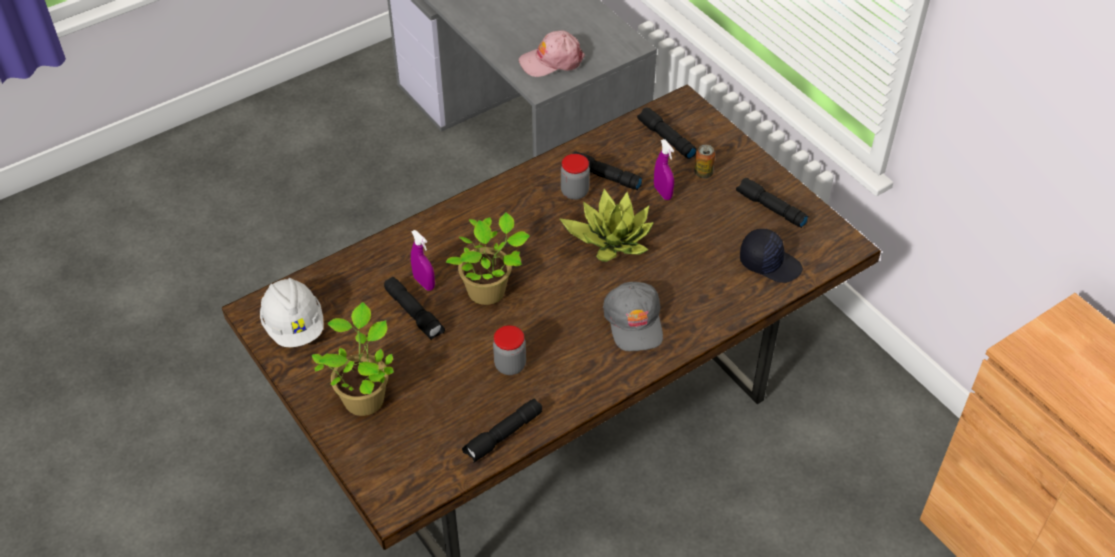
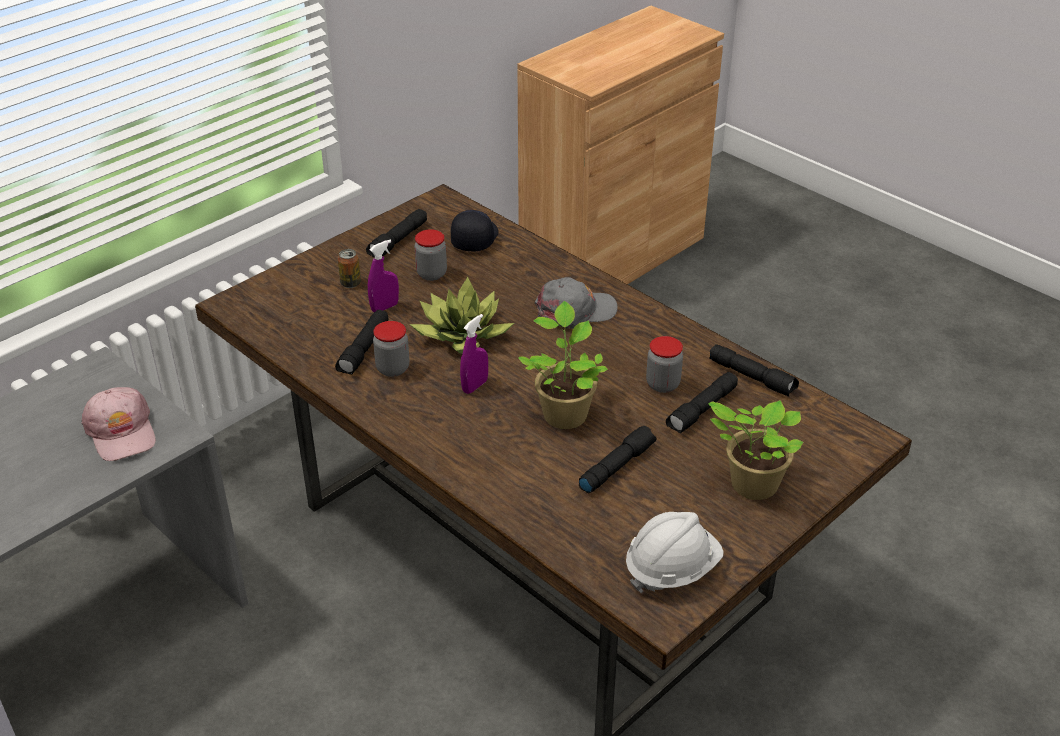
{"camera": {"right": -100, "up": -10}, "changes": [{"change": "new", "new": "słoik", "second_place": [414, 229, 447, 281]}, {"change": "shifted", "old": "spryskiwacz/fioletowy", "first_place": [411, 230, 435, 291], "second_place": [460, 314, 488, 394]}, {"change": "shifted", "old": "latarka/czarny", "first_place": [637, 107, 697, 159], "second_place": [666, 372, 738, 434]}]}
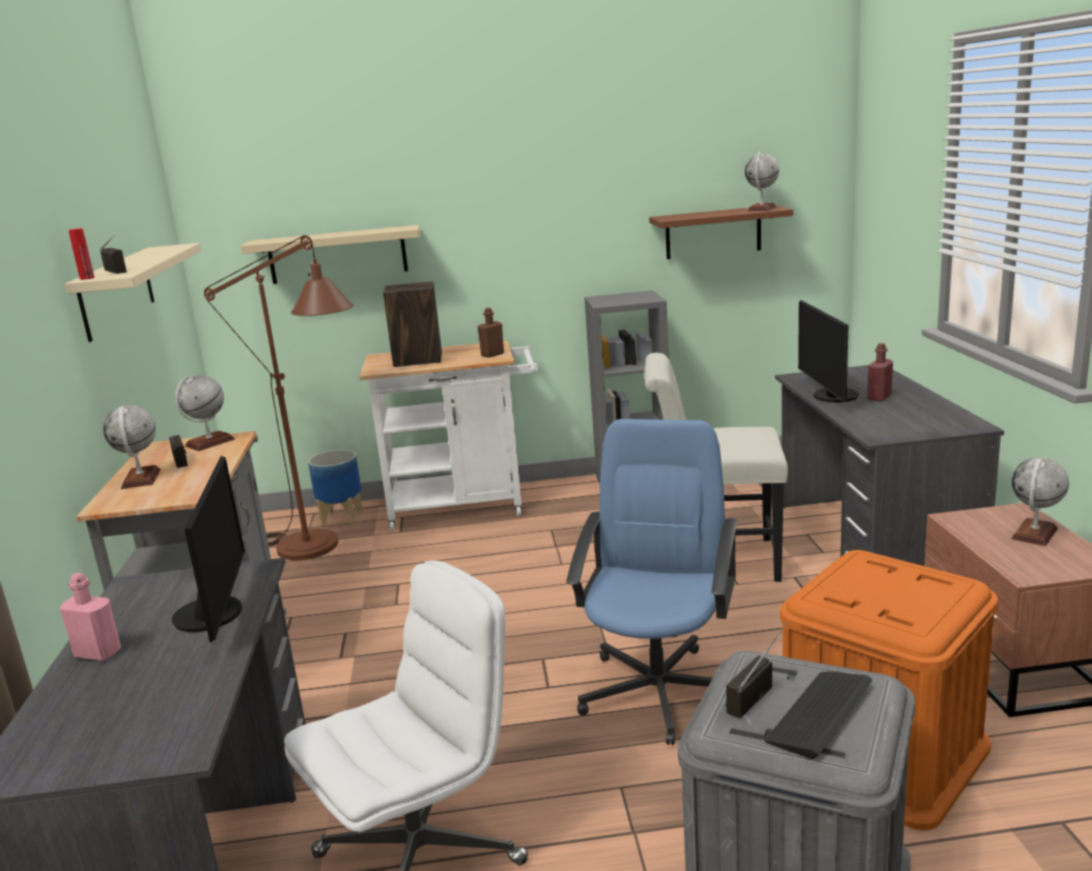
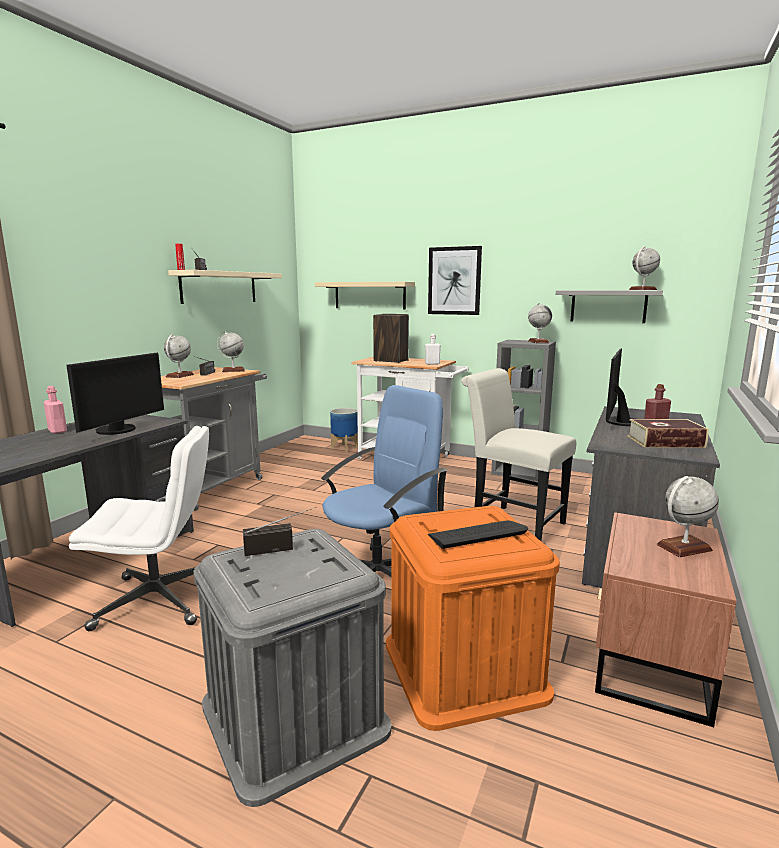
{"camera": {"right": 30, "up": -5}, "changes": [{"change": "gone", "old": "lampa stojąca/brązowy", "first_place": [204, 235, 354, 560]}, {"change": "new", "new": "obraz", "second_place": [428, 246, 482, 315]}, {"change": "new", "new": "globus", "second_place": [528, 303, 552, 343]}, {"change": "new", "new": "książka", "second_place": [628, 419, 709, 448]}, {"change": "shifted", "old": "klawiatura", "first_place": [765, 671, 872, 759], "second_place": [428, 521, 528, 549]}, {"change": "repainted", "old": "butelka/brązowy", "new": "butelka/biały", "first_place": [477, 308, 504, 358], "second_place": [425, 334, 441, 365]}, {"change": "repainted", "old": "półka/brązowy", "new": "półka/szary", "first_place": [649, 205, 793, 259], "second_place": [556, 290, 663, 323]}]}
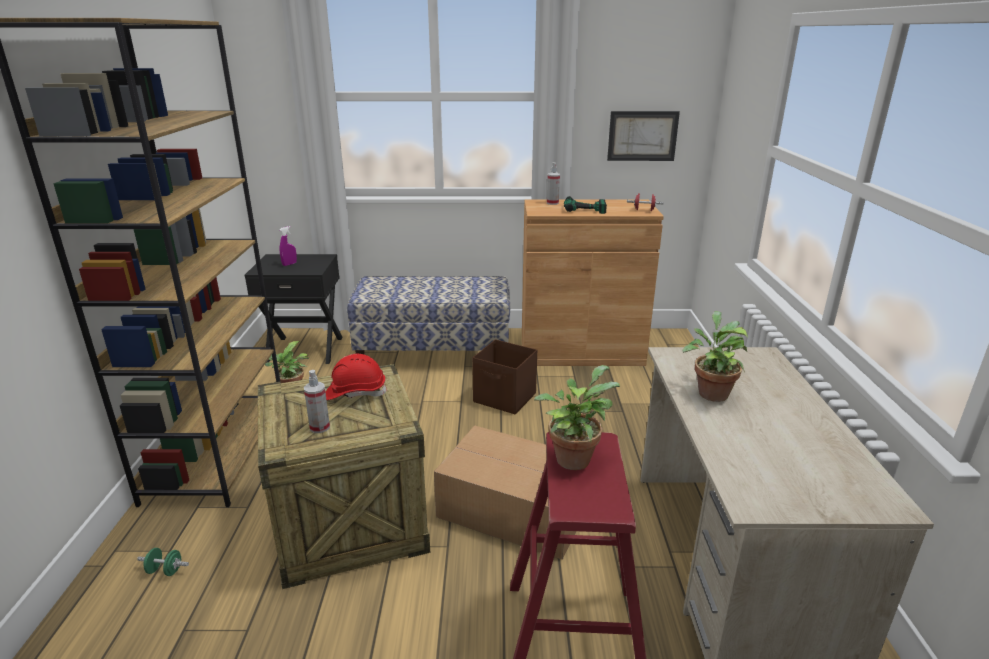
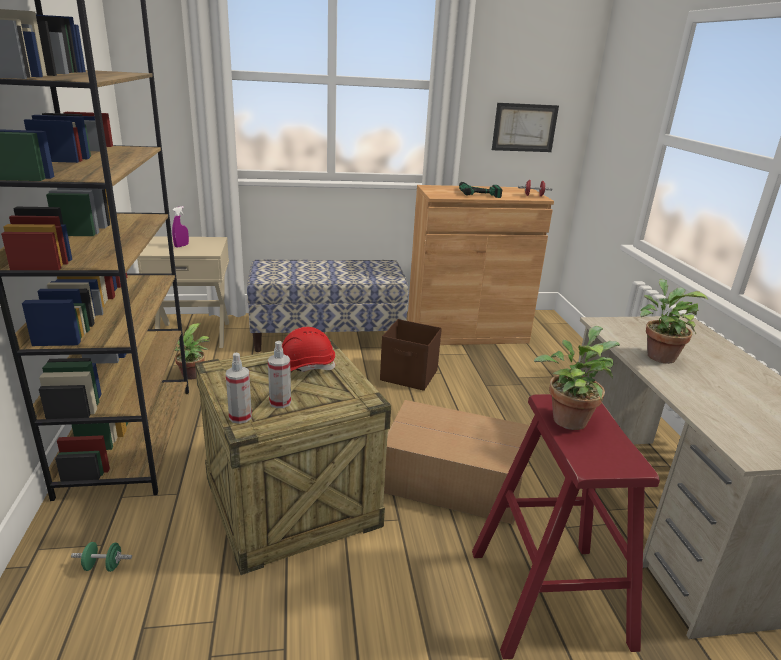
{"camera": {"right": -10, "up": 0}, "changes": [{"change": "shifted", "old": "spryskiwacz", "first_place": [547, 163, 560, 205], "second_place": [226, 353, 252, 424]}, {"change": "repainted", "old": "szafka nocna/czarny", "new": "szafka nocna/beżowy", "first_place": [245, 254, 342, 364], "second_place": [137, 236, 229, 348]}]}
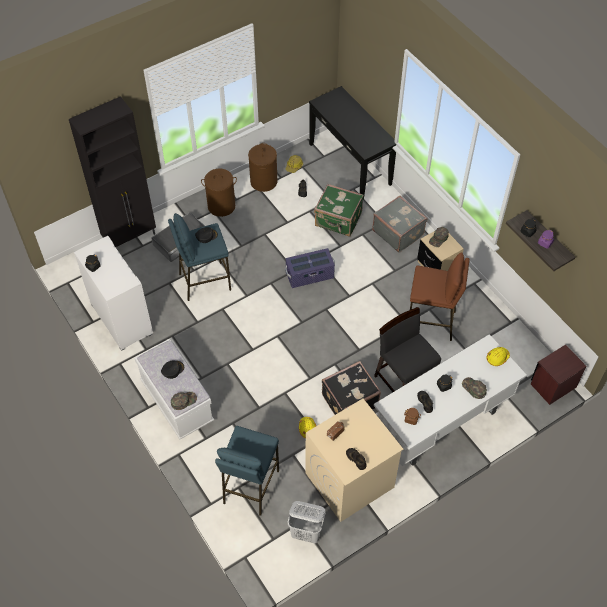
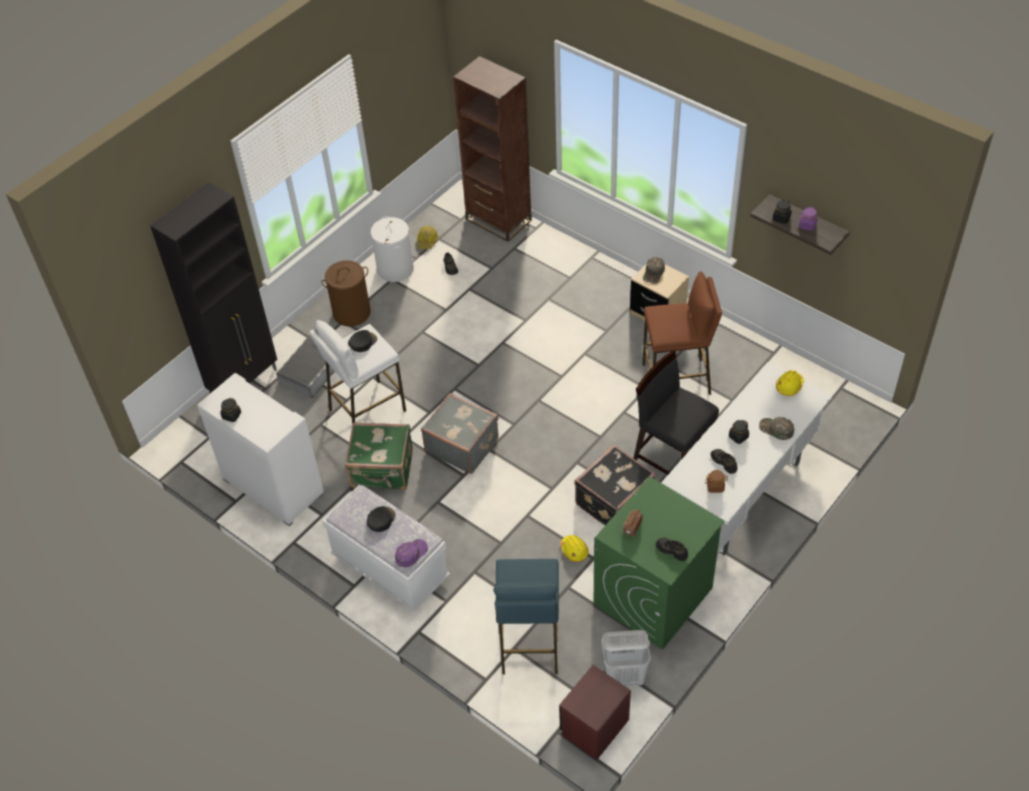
{"camera": {"right": -15, "up": -5}, "changes": [{"change": "gone", "old": "pojemnik do przechowywania/fioletowy", "first_place": [285, 248, 335, 288]}, {"change": "shifted", "old": "walizka/zielony", "first_place": [314, 184, 364, 237], "second_place": [345, 423, 413, 490]}, {"change": "shifted", "old": "walizka/szary", "first_place": [372, 195, 427, 253], "second_place": [421, 393, 499, 474]}, {"change": "shifted", "old": "szafka nocna/brązowy", "first_place": [531, 344, 587, 405], "second_place": [559, 665, 631, 760]}, {"change": "swapped", "old": "stolik konsolowy/czarny", "new": "regał/brązowy", "first_place": [309, 86, 396, 200], "second_place": [453, 56, 532, 242]}, {"change": "repainted", "old": "stołek/niebieski", "new": "stołek/biały", "first_place": [168, 213, 231, 301], "second_place": [309, 320, 406, 424]}, {"change": "repainted", "old": "czapka z daszkiem/zielony", "new": "czapka z daszkiem/fioletowy", "first_place": [171, 392, 197, 410], "second_place": [395, 539, 428, 567]}, {"change": "repainted", "old": "kosz na pranie/brązowy", "new": "kosz na pranie/biały", "first_place": [248, 143, 278, 192], "second_place": [371, 216, 414, 282]}, {"change": "repainted", "old": "pralka/beżowy", "new": "pralka/zielony", "first_place": [305, 399, 403, 522], "second_place": [594, 476, 725, 650]}]}
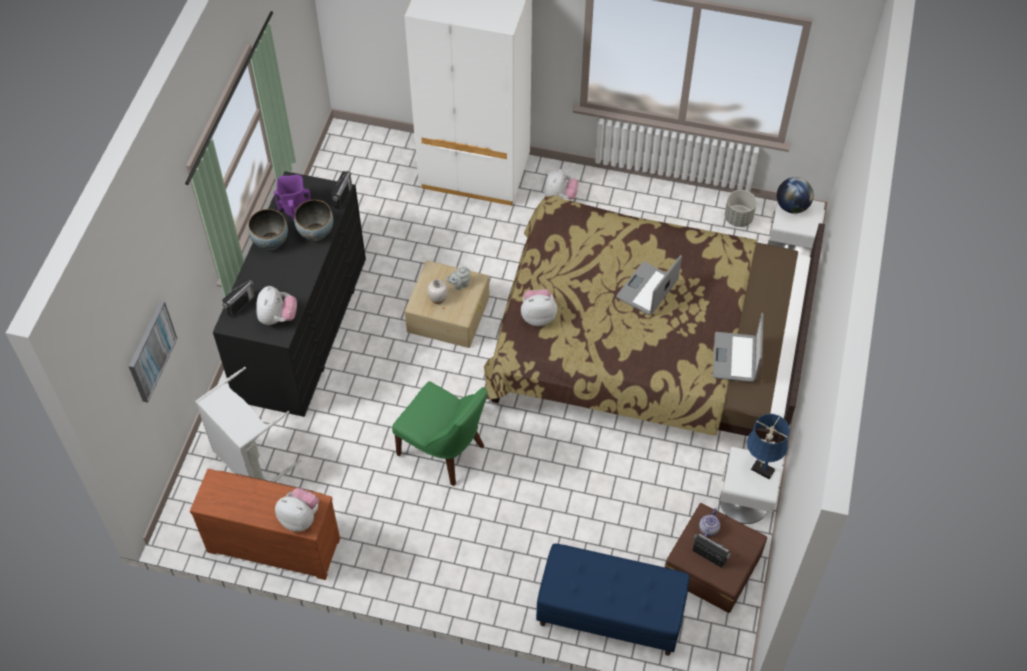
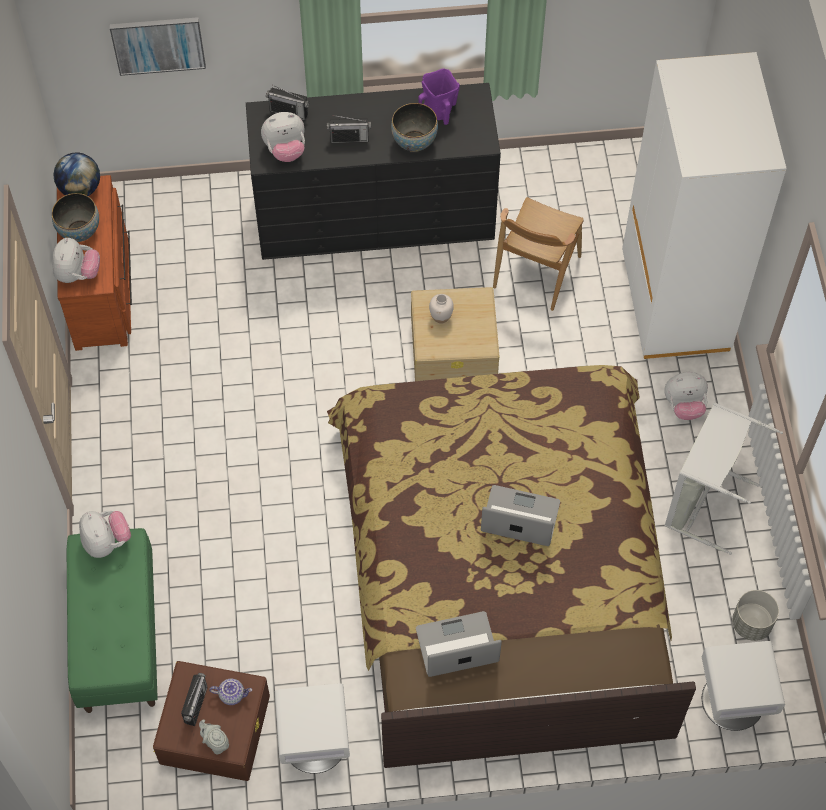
{"camera": {"right": 70, "up": 5}, "changes": [{"change": "gone", "old": "krzesło/zielony", "first_place": [392, 381, 488, 486]}, {"change": "gone", "old": "lampa stołowa/niebieski", "first_place": [747, 414, 790, 479]}, {"change": "new", "new": "krzesło/brązowy", "second_place": [493, 197, 584, 311]}, {"change": "shifted", "old": "kosz na pranie/szary", "first_place": [195, 367, 302, 482], "second_place": [665, 402, 783, 555]}, {"change": "shifted", "old": "miska", "first_place": [248, 209, 288, 250], "second_place": [52, 193, 99, 242]}, {"change": "shifted", "old": "radio", "first_place": [331, 171, 352, 210], "second_place": [327, 115, 371, 143]}, {"change": "shifted", "old": "imbryk/szary", "first_place": [446, 267, 470, 290], "second_place": [199, 720, 229, 755]}, {"change": "shifted", "old": "pluszak", "first_place": [521, 289, 557, 326], "second_place": [79, 511, 131, 558]}, {"change": "shifted", "old": "globus", "first_place": [777, 177, 814, 214], "second_place": [54, 153, 100, 196]}, {"change": "repainted", "old": "ławka/niebieski", "new": "ławka/zielony", "first_place": [536, 544, 690, 656], "second_place": [67, 528, 158, 713]}]}
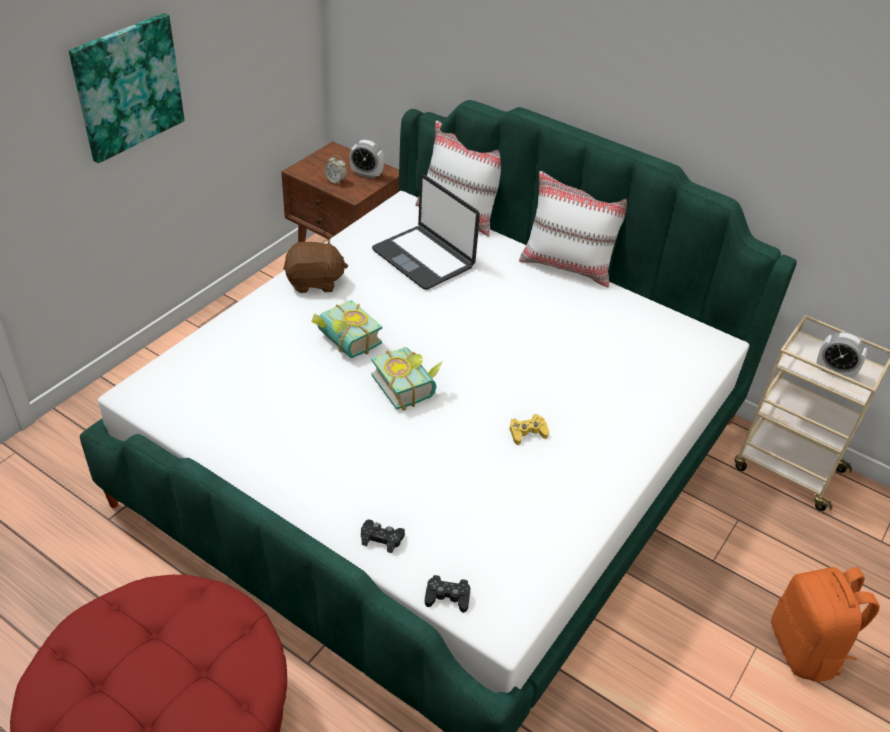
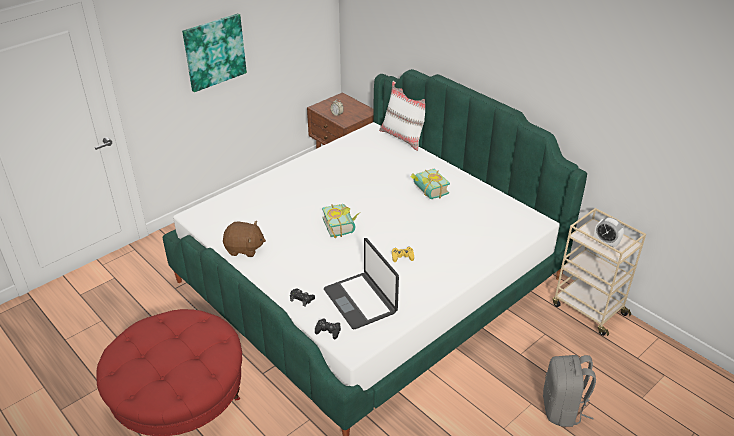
{"camera": {"right": 15, "up": -5}, "changes": [{"change": "gone", "old": "budzik", "first_place": [349, 140, 384, 179]}, {"change": "gone", "old": "poduszka/biały", "first_place": [519, 171, 627, 288]}, {"change": "shifted", "old": "pluszak/brązowy", "first_place": [283, 239, 348, 293], "second_place": [223, 221, 266, 257]}, {"change": "shifted", "old": "książka", "first_place": [311, 300, 382, 358], "second_place": [411, 169, 450, 199]}, {"change": "shifted", "old": "laptop", "first_place": [372, 175, 480, 290], "second_place": [324, 238, 399, 329]}, {"change": "repainted", "old": "plecak/pomarańczowy", "new": "plecak/szary", "first_place": [771, 567, 880, 682], "second_place": [543, 355, 596, 427]}]}
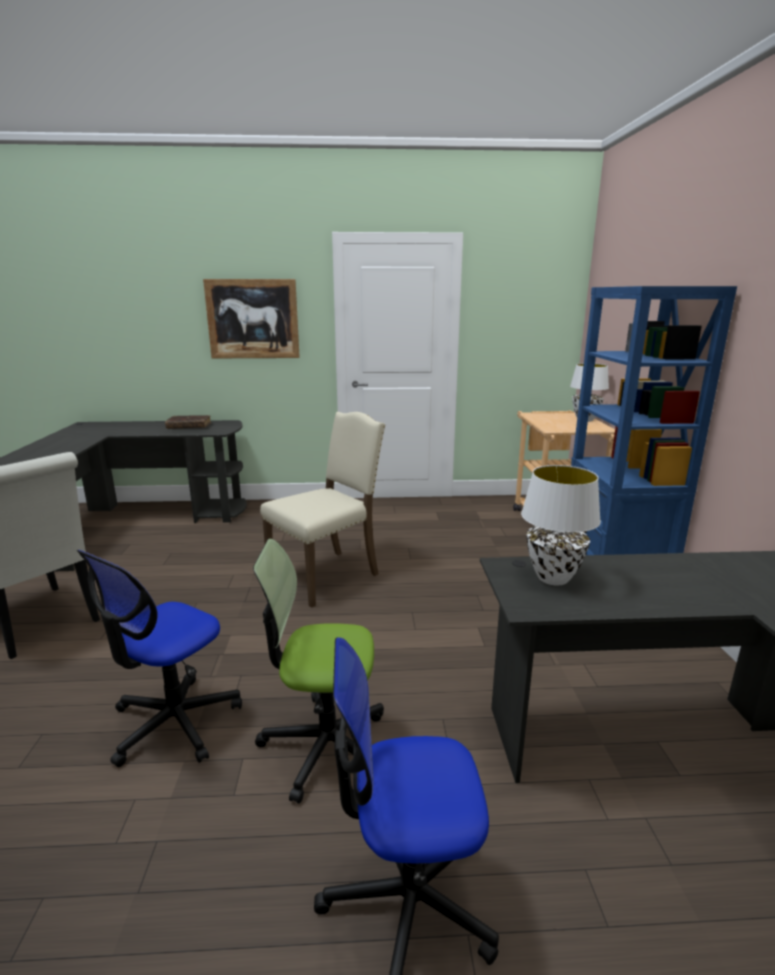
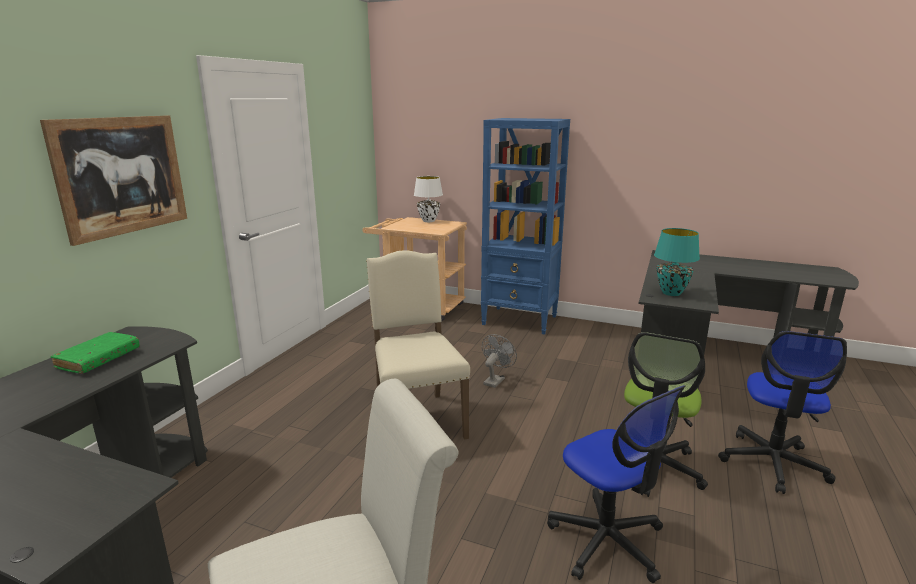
{"camera": {"right": -65, "up": 0}, "changes": [{"change": "new", "new": "wentylator/szary", "second_place": [482, 334, 517, 388]}, {"change": "repainted", "old": "książka/brązowy", "new": "książka/zielony", "first_place": [165, 415, 211, 429], "second_place": [51, 332, 140, 374]}, {"change": "repainted", "old": "lampa stołowa/biały", "new": "lampa stołowa/turkusowy", "first_place": [521, 465, 601, 585], "second_place": [654, 228, 700, 296]}]}
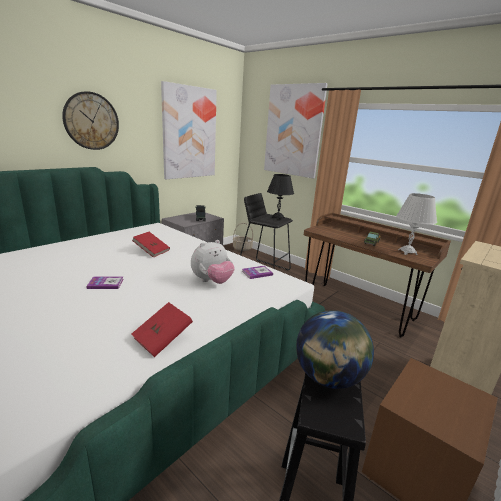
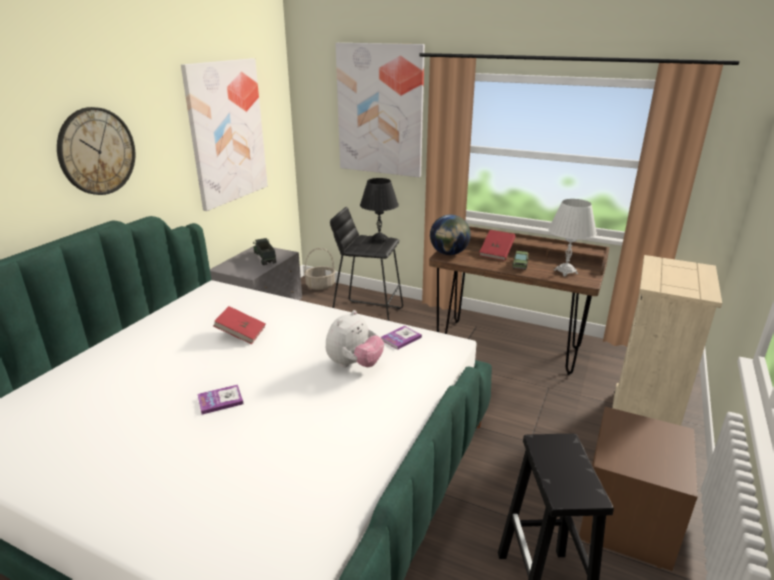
{"camera": {"right": -15, "up": 5}, "changes": [{"change": "shifted", "old": "książka/czerwony", "first_place": [131, 302, 193, 357], "second_place": [480, 230, 516, 261]}, {"change": "shifted", "old": "globus", "first_place": [296, 310, 374, 389], "second_place": [430, 215, 471, 255]}]}
